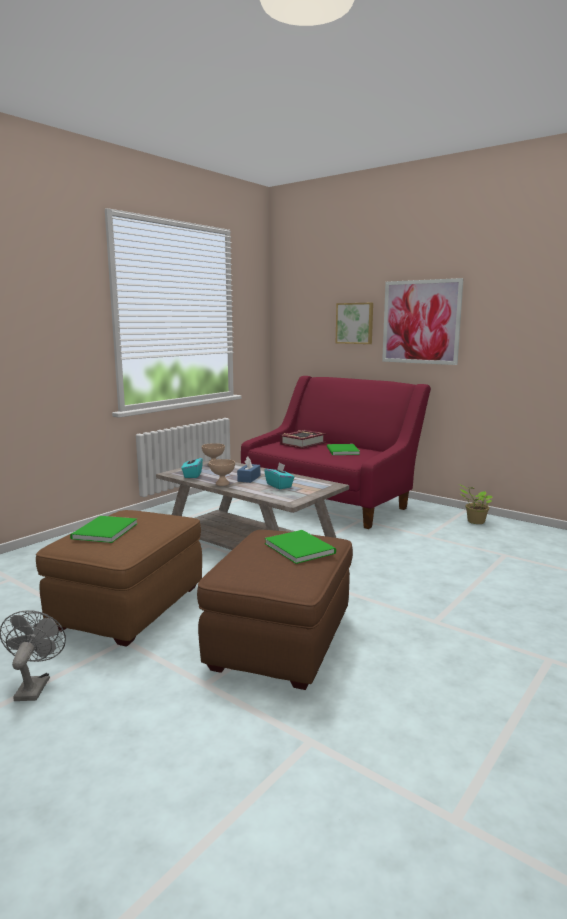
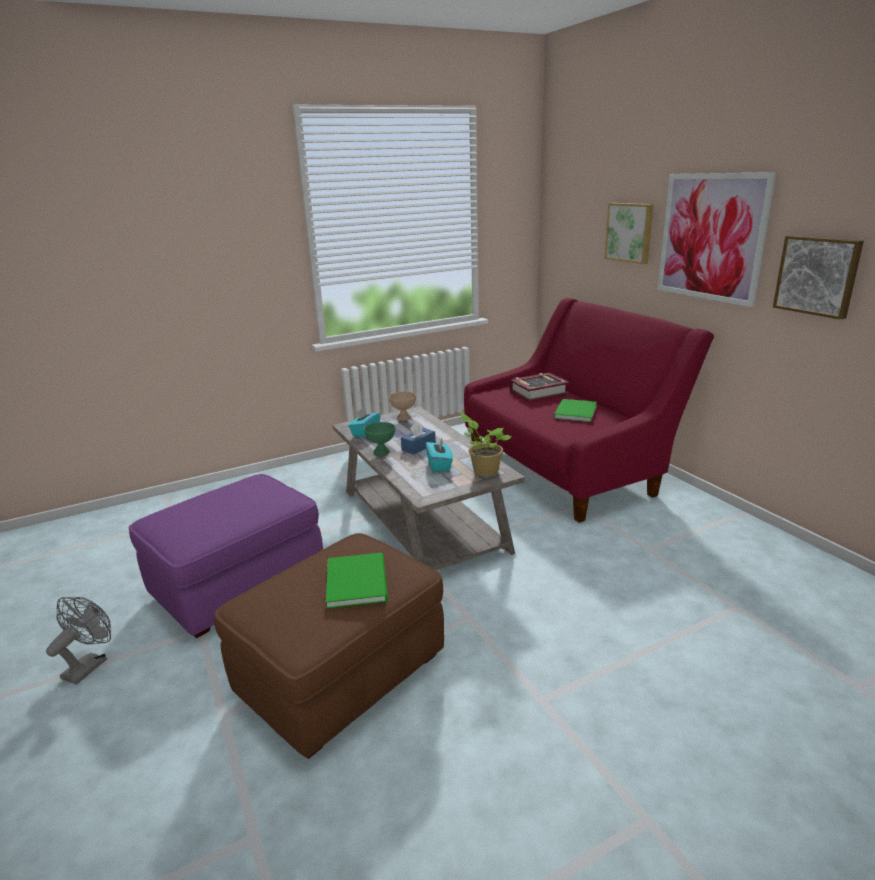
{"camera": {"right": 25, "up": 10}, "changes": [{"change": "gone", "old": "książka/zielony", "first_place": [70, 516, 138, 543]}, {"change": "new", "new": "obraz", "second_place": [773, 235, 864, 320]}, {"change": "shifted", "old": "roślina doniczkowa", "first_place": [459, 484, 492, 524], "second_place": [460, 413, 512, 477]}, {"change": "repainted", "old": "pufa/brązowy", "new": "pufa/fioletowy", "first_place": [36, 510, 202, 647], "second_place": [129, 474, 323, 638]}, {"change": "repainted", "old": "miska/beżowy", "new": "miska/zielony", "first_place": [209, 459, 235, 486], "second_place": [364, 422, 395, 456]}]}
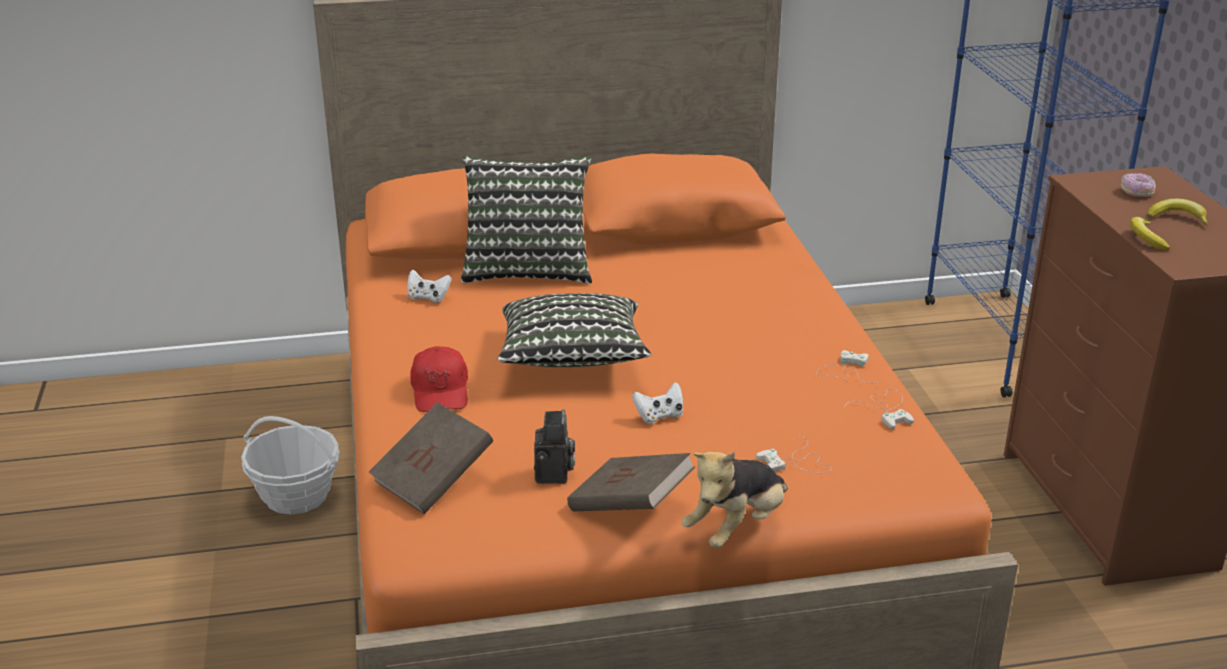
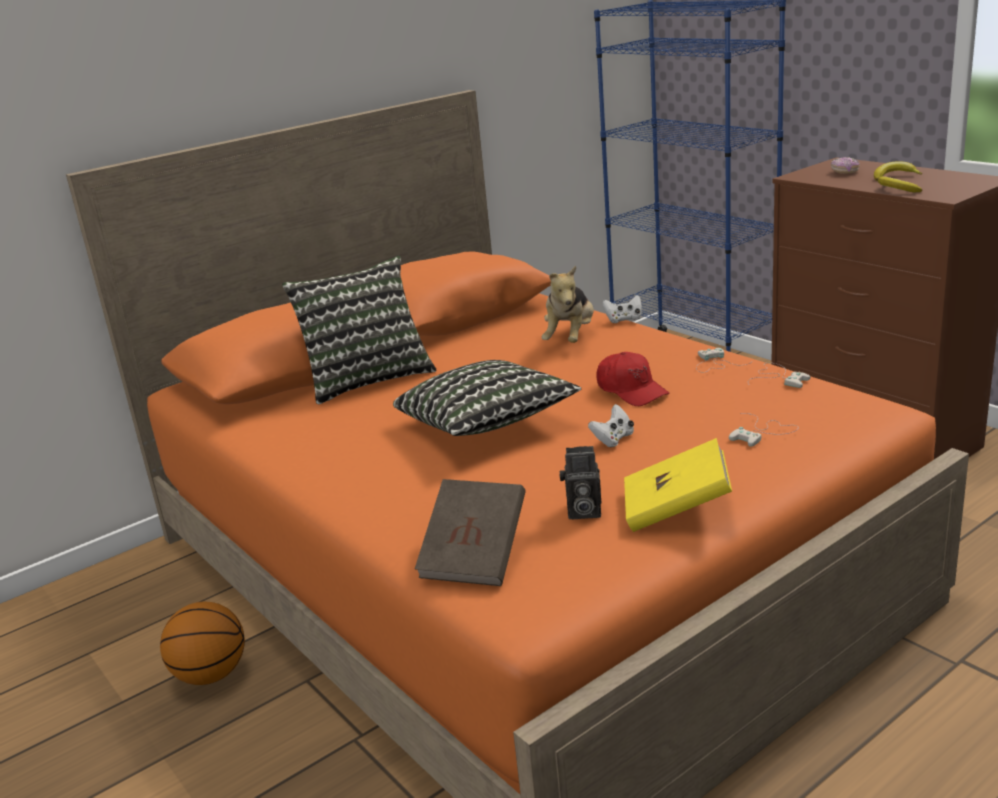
{"camera": {"right": -25, "up": -5}, "changes": [{"change": "shifted", "old": "pad do gier/biały", "first_place": [407, 270, 451, 303], "second_place": [603, 295, 642, 323]}, {"change": "shifted", "old": "czapka z daszkiem/czerwony", "first_place": [410, 346, 468, 412], "second_place": [596, 352, 669, 406]}, {"change": "shifted", "old": "pluszak", "first_place": [682, 452, 788, 549], "second_place": [542, 266, 594, 343]}, {"change": "swapped", "old": "koszyk", "new": "piłka do koszykówki", "first_place": [241, 416, 340, 515], "second_place": [160, 602, 245, 685]}, {"change": "repainted", "old": "książka/brązowy", "new": "książka/żółty", "first_place": [567, 453, 695, 511], "second_place": [624, 438, 732, 532]}, {"change": "rotated", "old": "aparat fotograficzny", "first_place": [534, 409, 575, 484], "second_place": [560, 446, 601, 519], "degrees": 120}]}
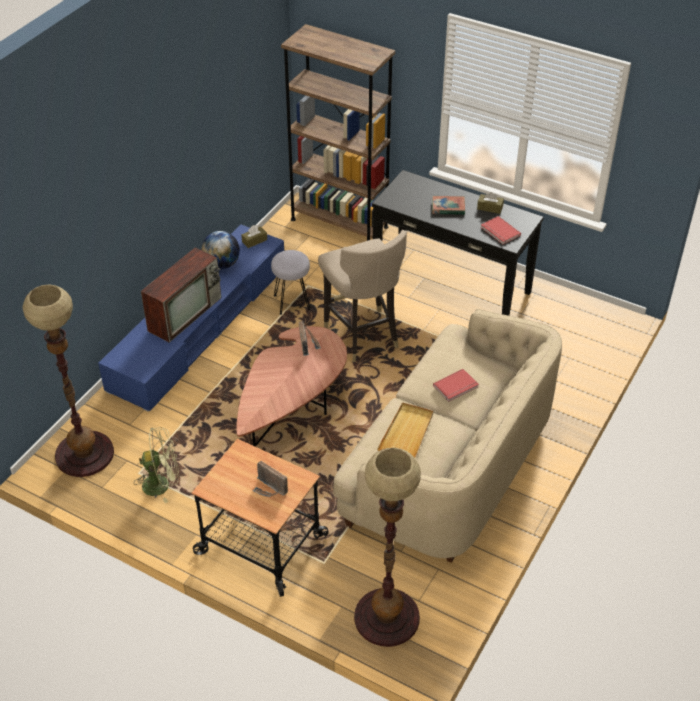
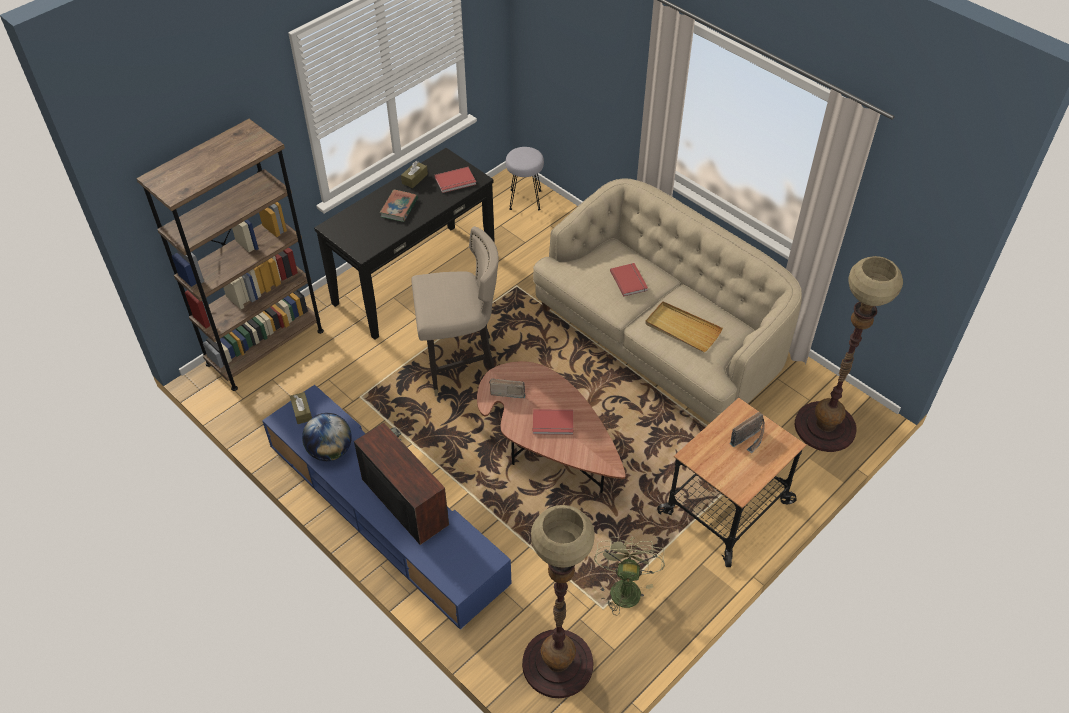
{"camera": {"right": -75, "up": 5}, "changes": [{"change": "new", "new": "książka/czerwony", "second_place": [533, 409, 574, 435]}, {"change": "shifted", "old": "stołek/szary", "first_place": [271, 250, 310, 315], "second_place": [505, 147, 544, 210]}]}
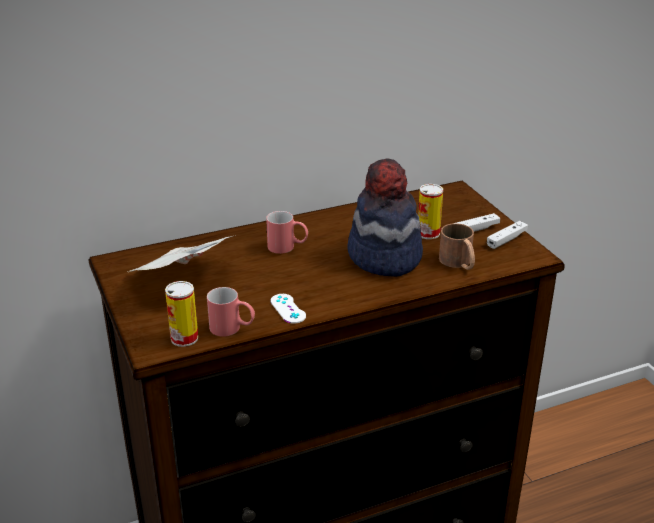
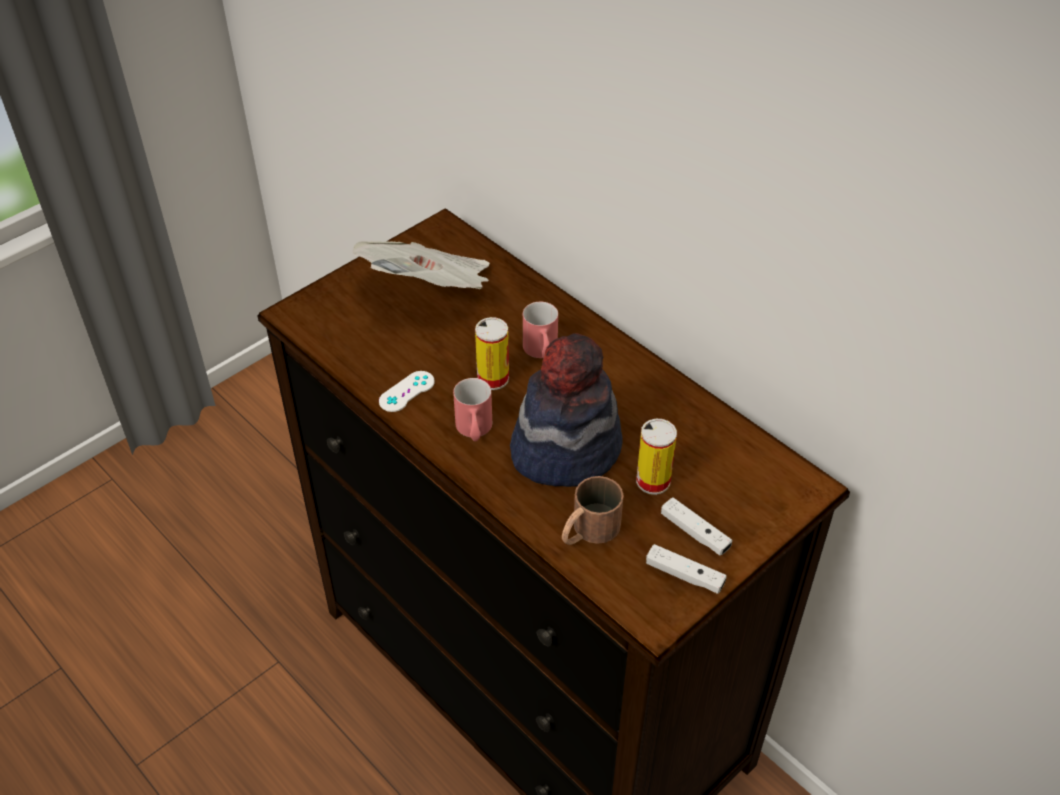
{"camera": {"right": 70, "up": 15}, "changes": [{"change": "shifted", "old": "puszka", "first_place": [165, 281, 198, 347], "second_place": [475, 317, 509, 390]}, {"change": "shifted", "old": "kubek/czerwony", "first_place": [207, 287, 255, 337], "second_place": [453, 378, 492, 441]}]}
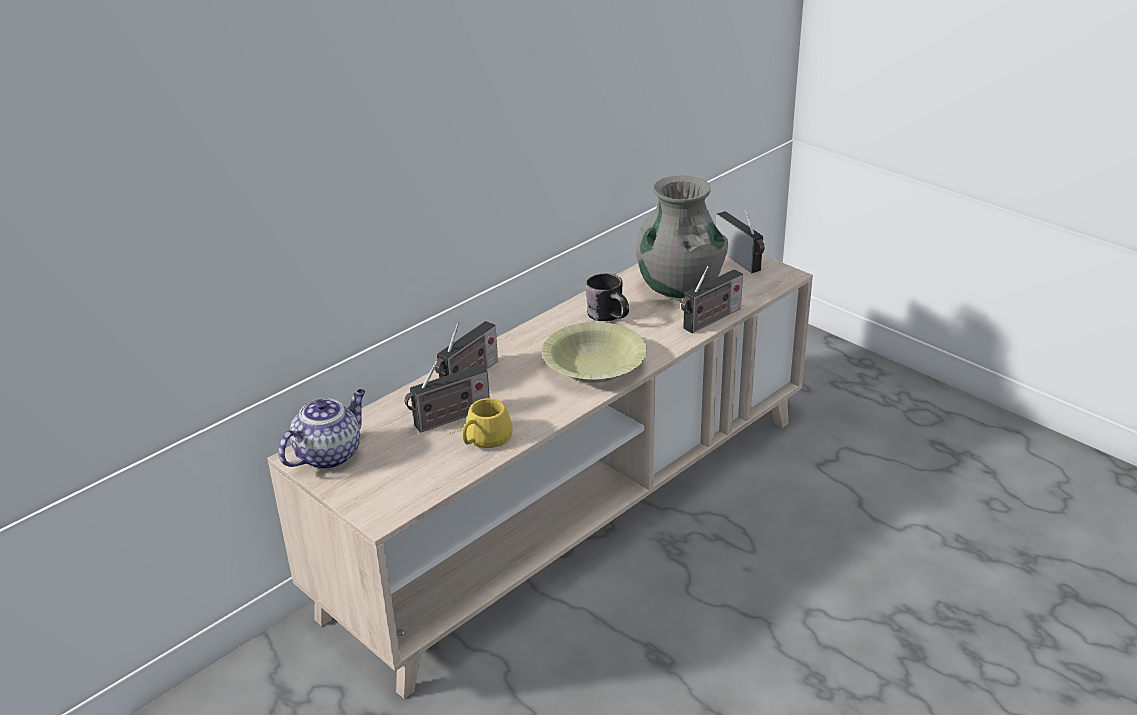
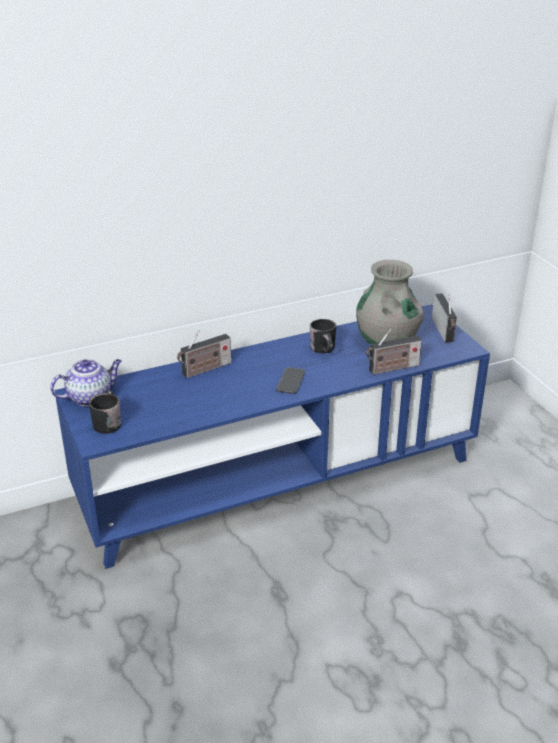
{"camera": {"right": 20, "up": 0}, "changes": [{"change": "gone", "old": "radio", "first_place": [404, 360, 490, 433]}, {"change": "gone", "old": "kubek/żółty", "first_place": [450, 398, 513, 448]}, {"change": "new", "new": "kubek/czarny", "second_place": [89, 390, 121, 434]}, {"change": "swapped", "old": "miska/żółty", "new": "telefon", "first_place": [542, 322, 647, 383], "second_place": [276, 367, 305, 394]}, {"change": "repainted", "old": "szafka pod telewizor/beżowy", "new": "szafka pod telewizor/niebieski", "first_place": [267, 254, 813, 699], "second_place": [54, 304, 490, 569]}]}
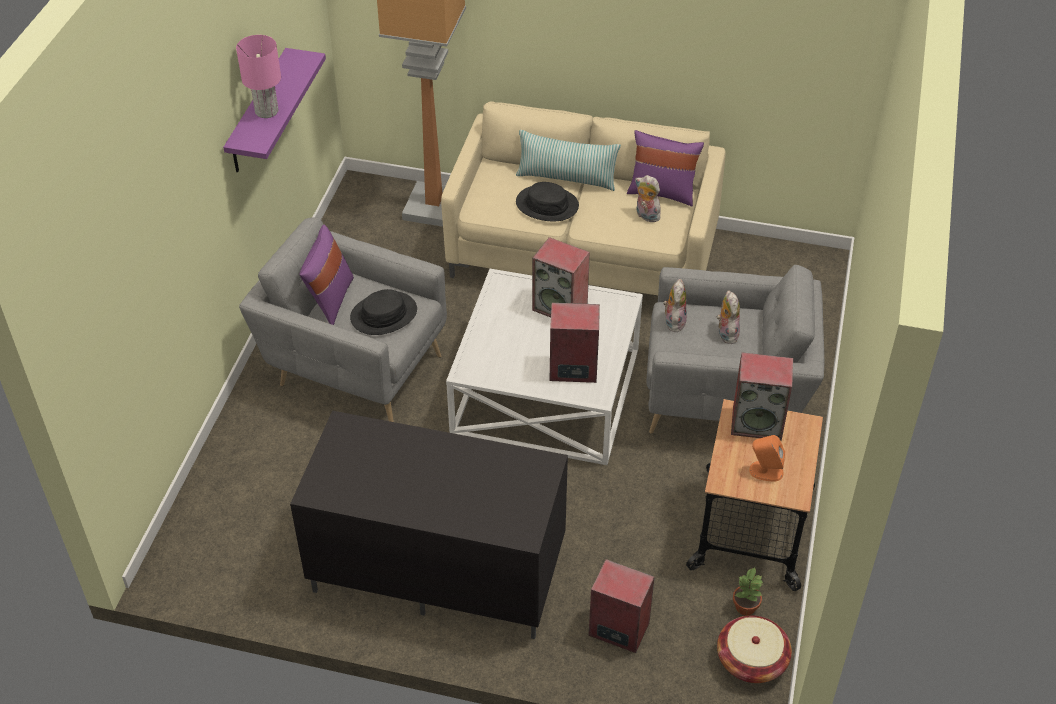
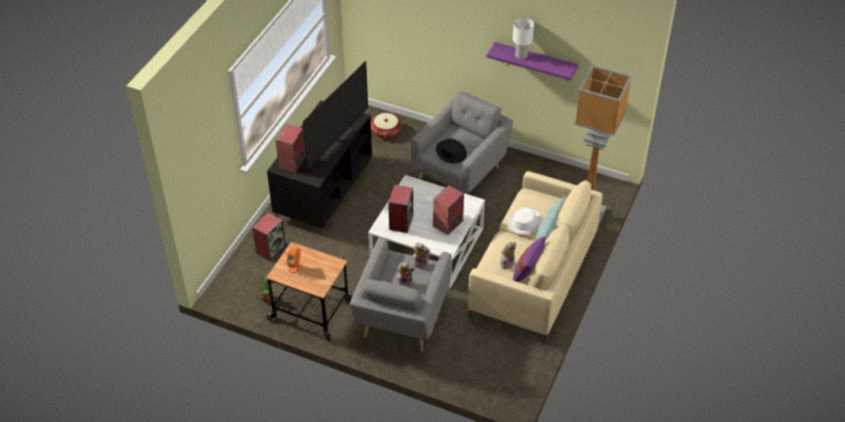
{"camera": {"right": 100, "up": 0}, "changes": [{"change": "gone", "old": "poduszka/fioletowy", "first_place": [299, 225, 354, 325]}, {"change": "new", "new": "telewizor", "second_place": [302, 61, 368, 169]}, {"change": "shifted", "old": "koszyk", "first_place": [717, 615, 792, 683], "second_place": [371, 113, 402, 139]}, {"change": "shifted", "old": "głośnik", "first_place": [731, 352, 793, 441], "second_place": [276, 124, 306, 173]}, {"change": "repainted", "old": "lampa stołowa/różowy", "new": "lampa stołowa/biały", "first_place": [236, 35, 281, 118], "second_place": [513, 18, 534, 60]}, {"change": "repainted", "old": "kapelusz/czarny", "new": "kapelusz/biały", "first_place": [516, 182, 579, 221], "second_place": [508, 208, 542, 235]}]}
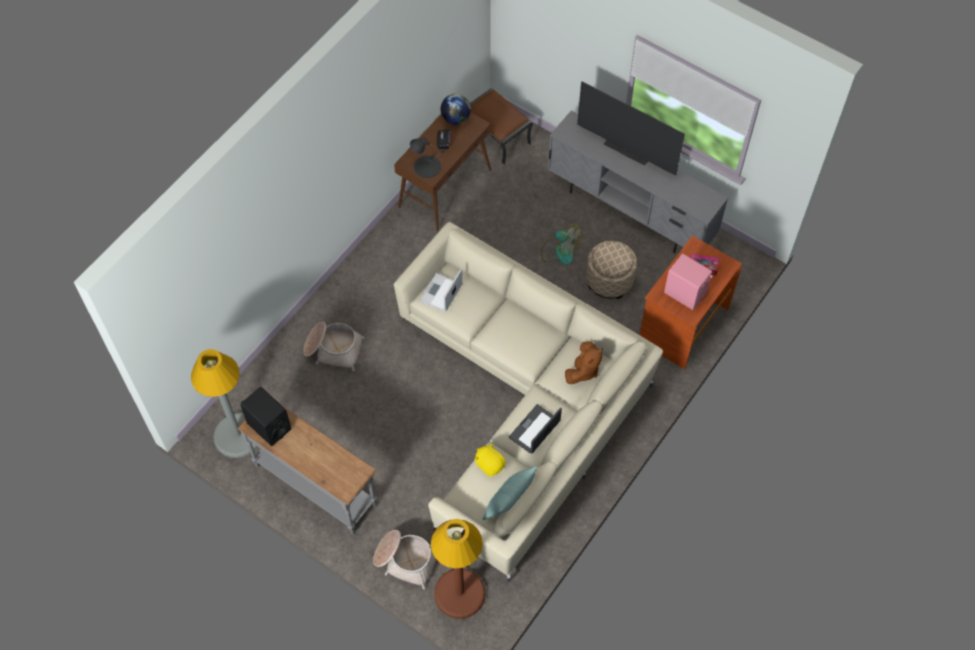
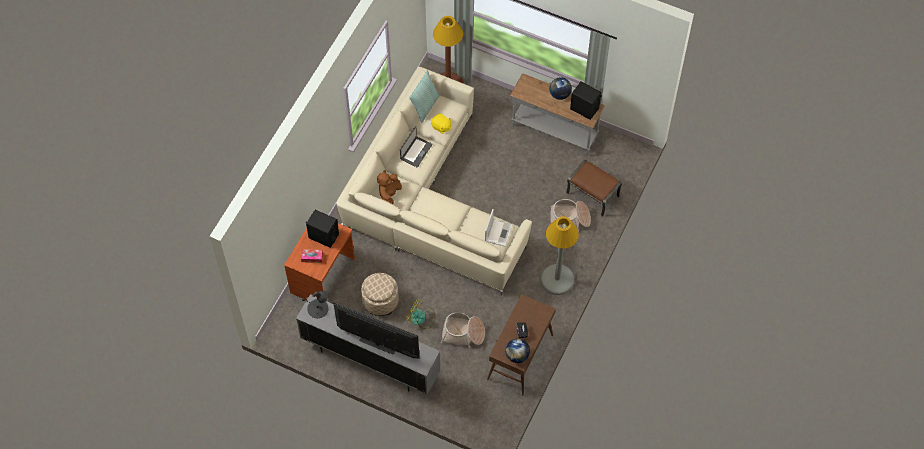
{"camera": {"right": 170, "up": 0}, "changes": [{"change": "new", "new": "globus", "second_place": [549, 77, 572, 100]}, {"change": "shifted", "old": "lampa stojąca/szary", "first_place": [191, 349, 258, 458], "second_place": [540, 216, 579, 295]}, {"change": "shifted", "old": "koszyk", "first_place": [373, 530, 436, 590], "second_place": [441, 312, 485, 348]}, {"change": "shifted", "old": "lampa stołowa/czarny", "first_place": [410, 137, 445, 178], "second_place": [302, 291, 329, 318]}, {"change": "shifted", "old": "pufa/brązowy", "first_place": [470, 88, 533, 164], "second_place": [566, 160, 622, 216]}, {"change": "repainted", "old": "głośnik/różowy", "new": "głośnik/czarny", "first_place": [664, 253, 713, 310], "second_place": [306, 210, 339, 248]}]}
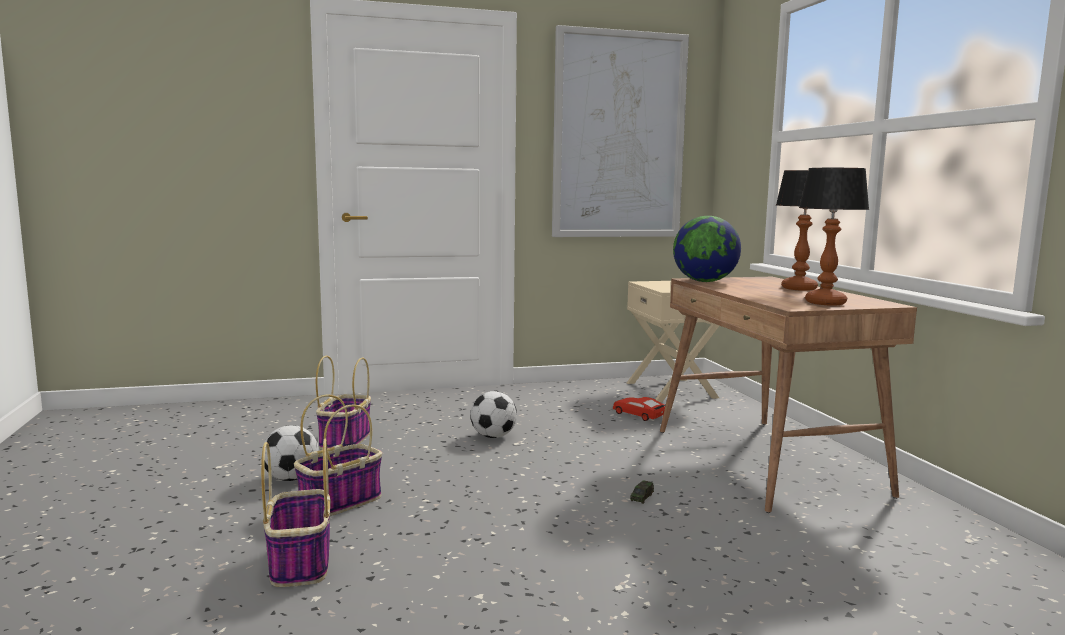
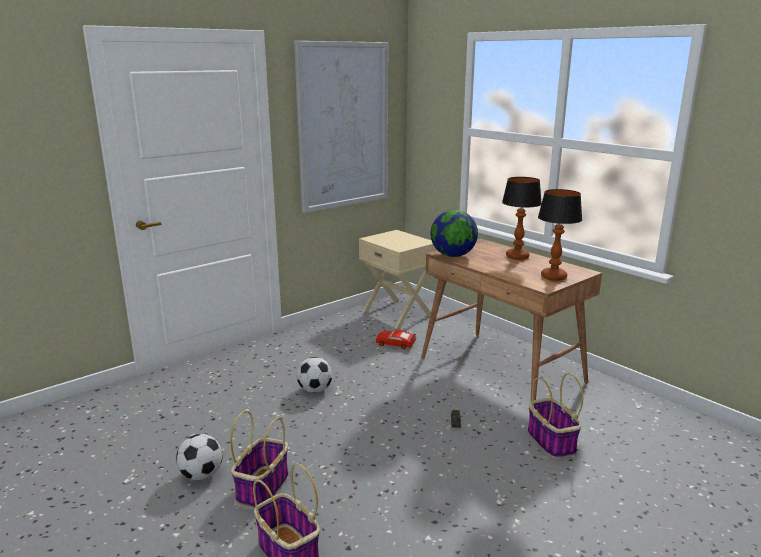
{"camera": {"right": -25, "up": 10}, "changes": [{"change": "shifted", "old": "koszyk", "first_place": [316, 356, 371, 450], "second_place": [528, 373, 583, 459]}]}
